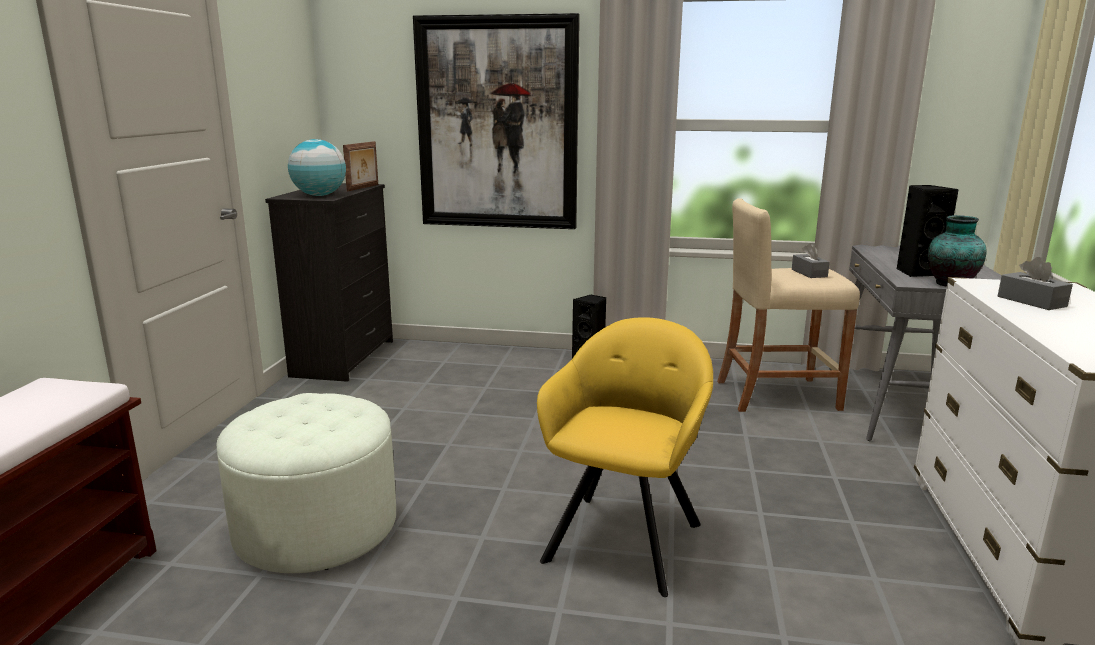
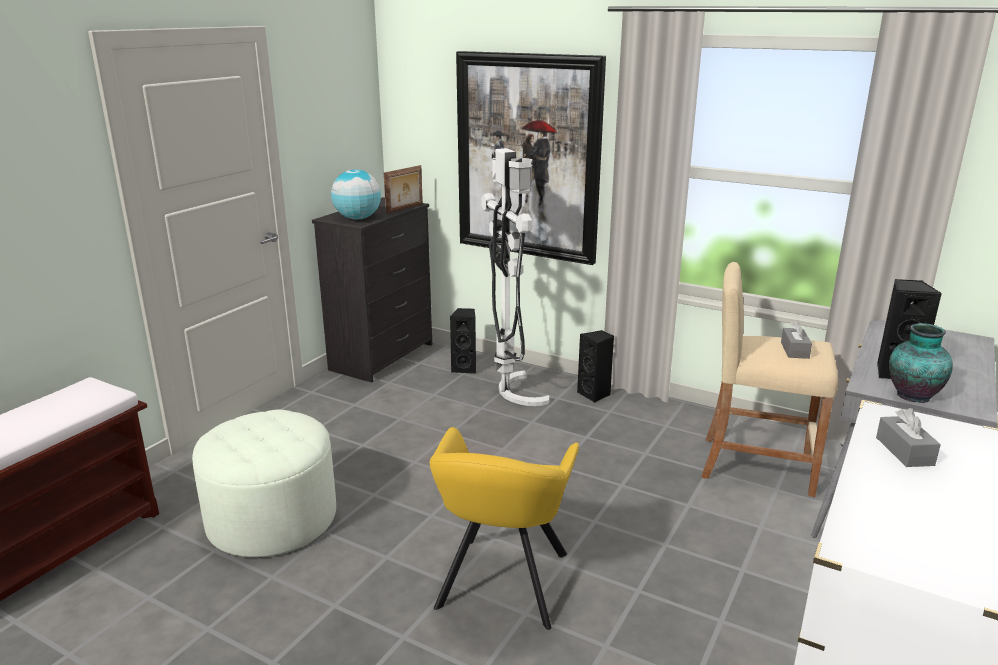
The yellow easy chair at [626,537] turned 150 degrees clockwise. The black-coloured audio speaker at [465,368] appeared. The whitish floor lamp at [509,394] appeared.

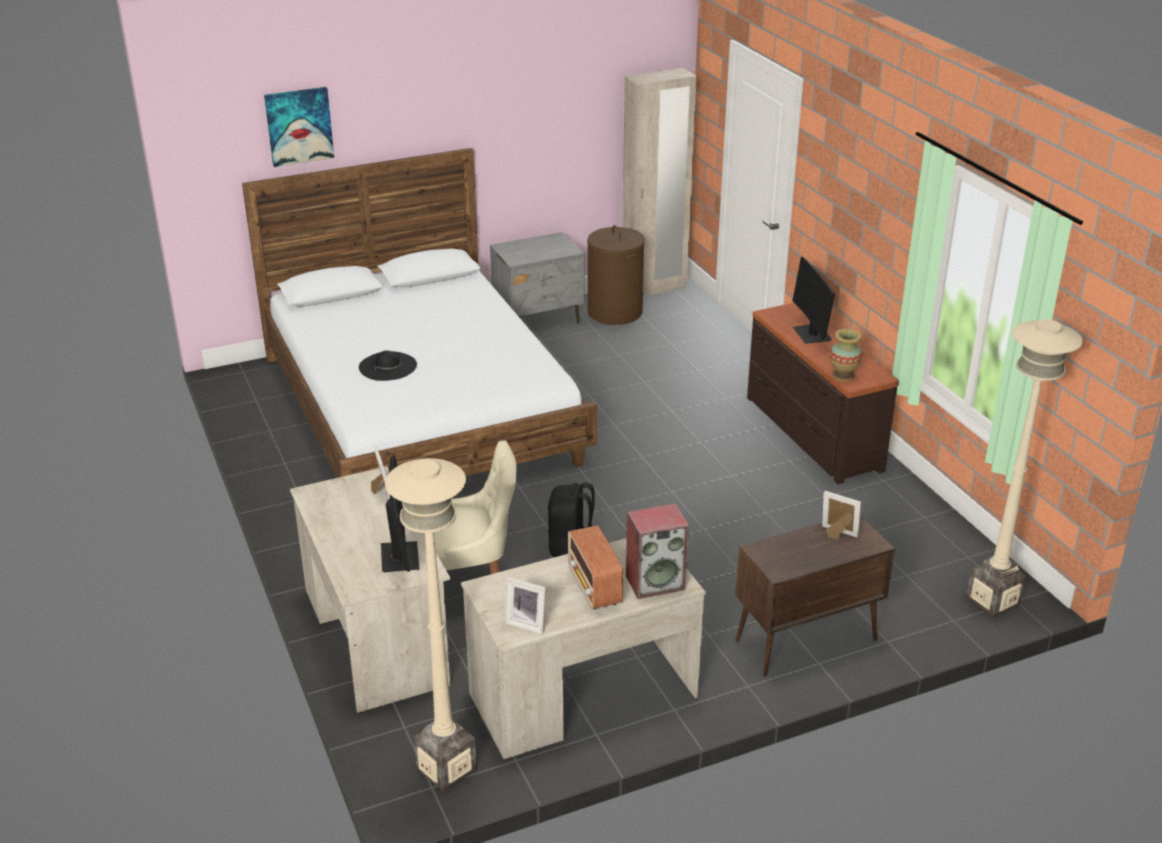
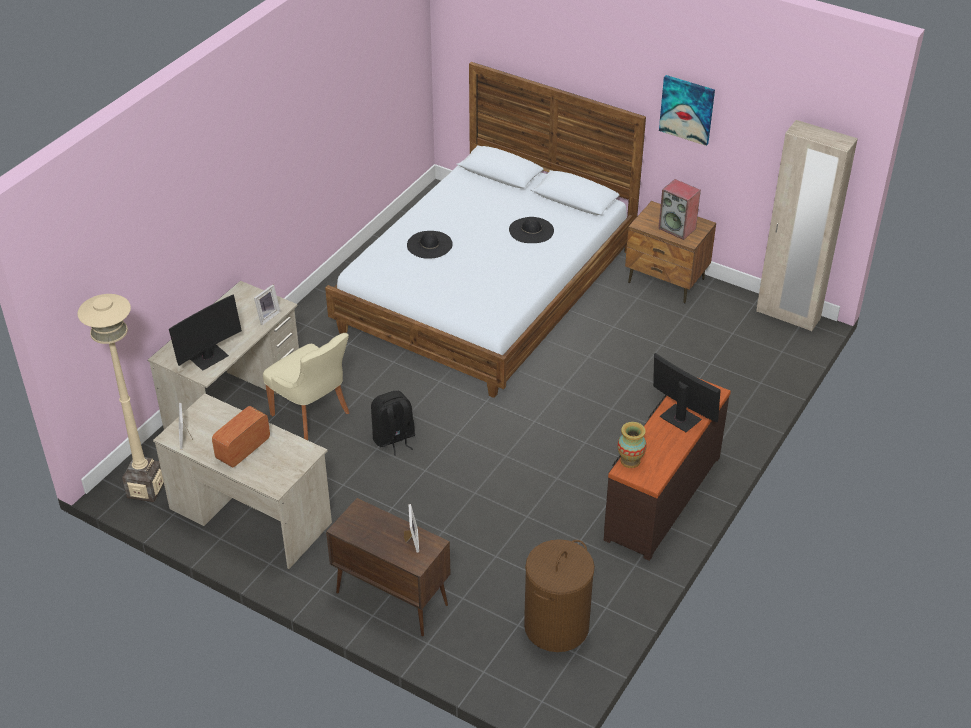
The wall art moved from [299,126] to [687,109]. The greyish bedside table at [538,319] became the brown-coloured bedside table at [666,281]. The brown-coloured washing basket moved from [615,312] to [556,627]. The audio speaker moved from [655,582] to [677,228]. The monitor at [812,334] turned 90 degrees clockwise. The sand-coloured floor lamp at [992,601] disappeared. The black-coloured clothing hat at [531,230] appeared.

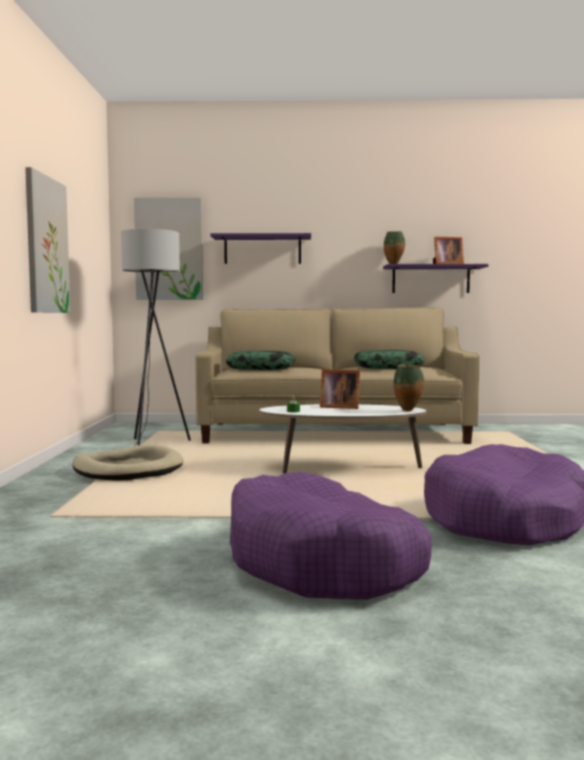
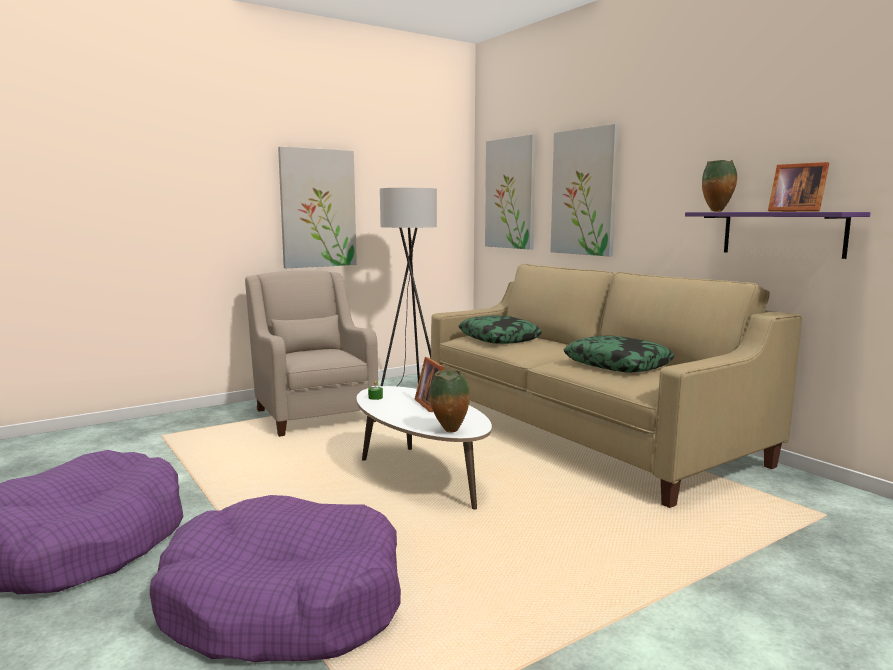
The sand-coloured dog bed at [128,469] was replaced by the sand-coloured easy chair at [313,414]. The purple shelf at [262,250] was replaced by the wall art at [584,192].

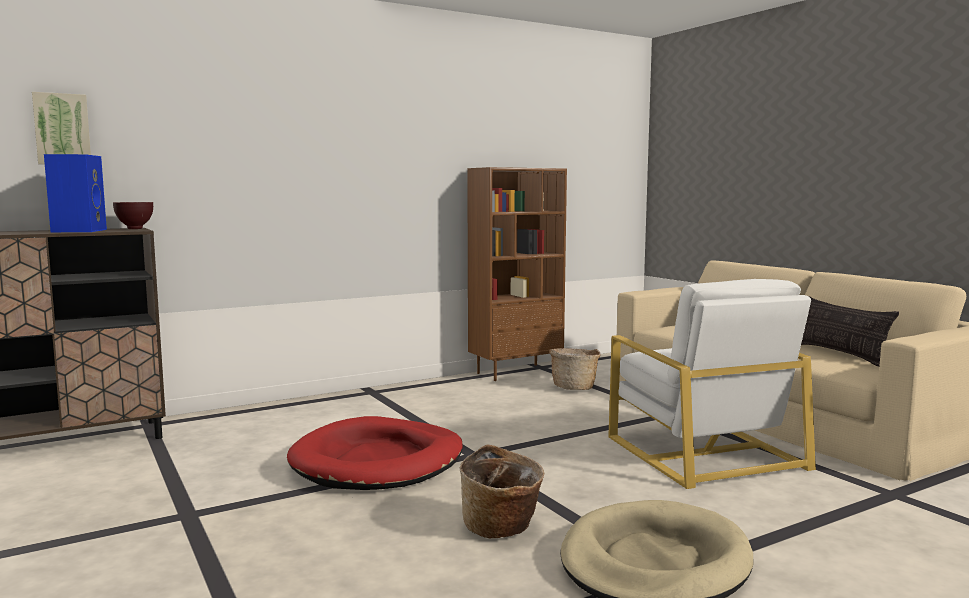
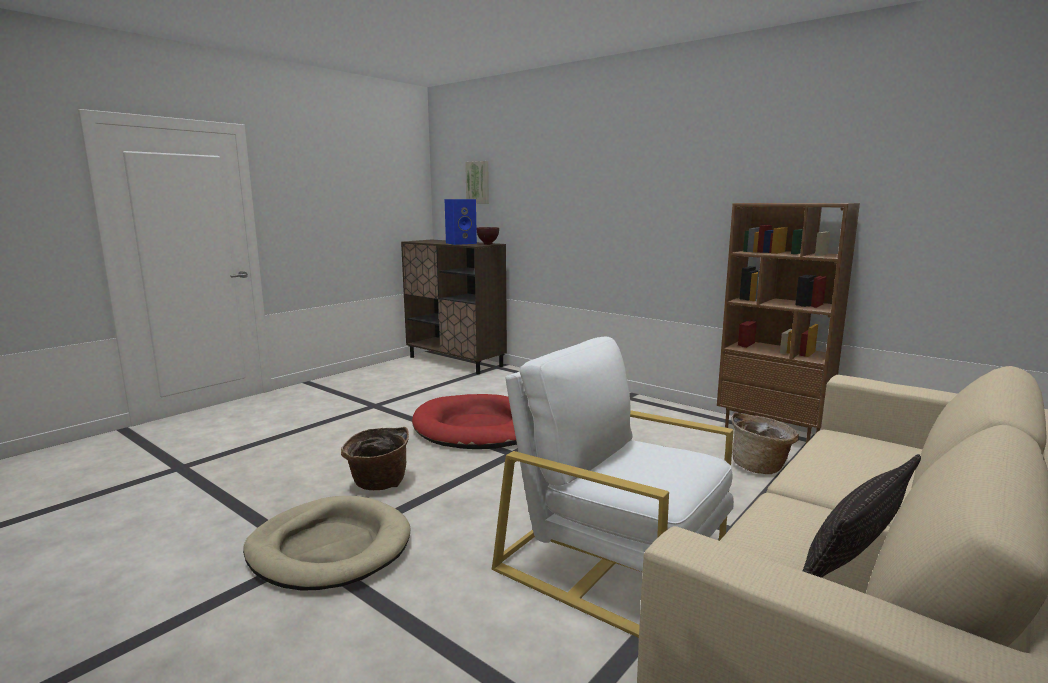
The whitish easy chair at [704,451] turned 75 degrees clockwise.

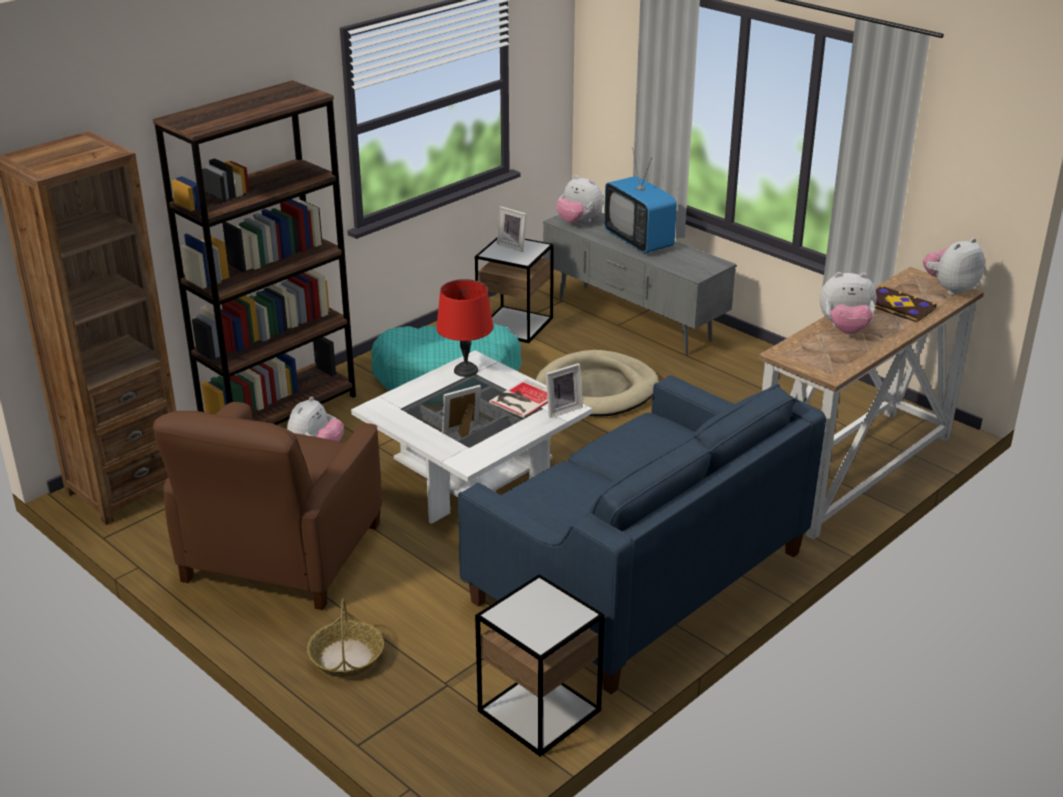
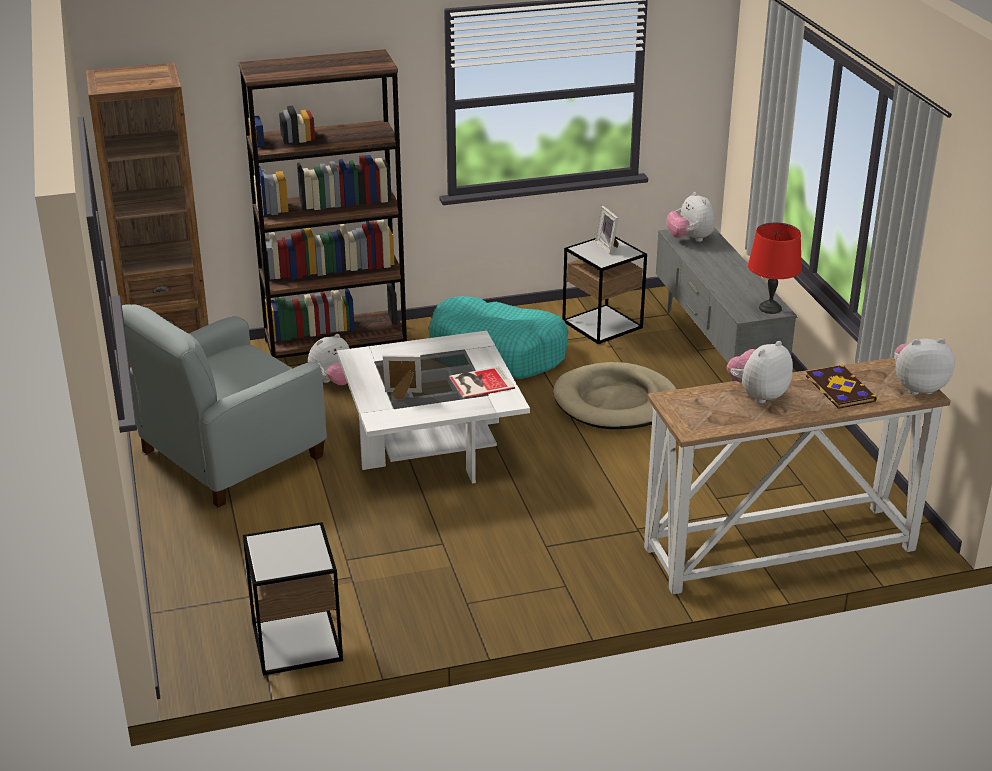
The brown-coloured easy chair at [281,554] became the greyish easy chair at [229,455]. The storage basket at [346,657] disappeared. The red tabletop lamp moved from [466,370] to [770,308]. The bluish settee at [638,577] disappeared. The picture frame at [562,409] disappeared. The TV set at [639,241] disappeared. The cuddly toy at [845,329] turned 105 degrees clockwise.

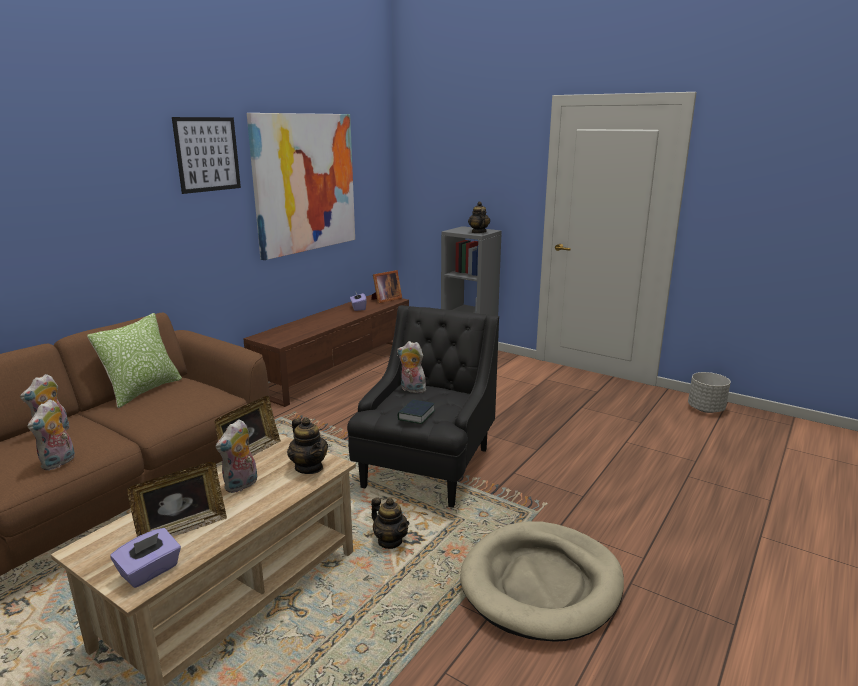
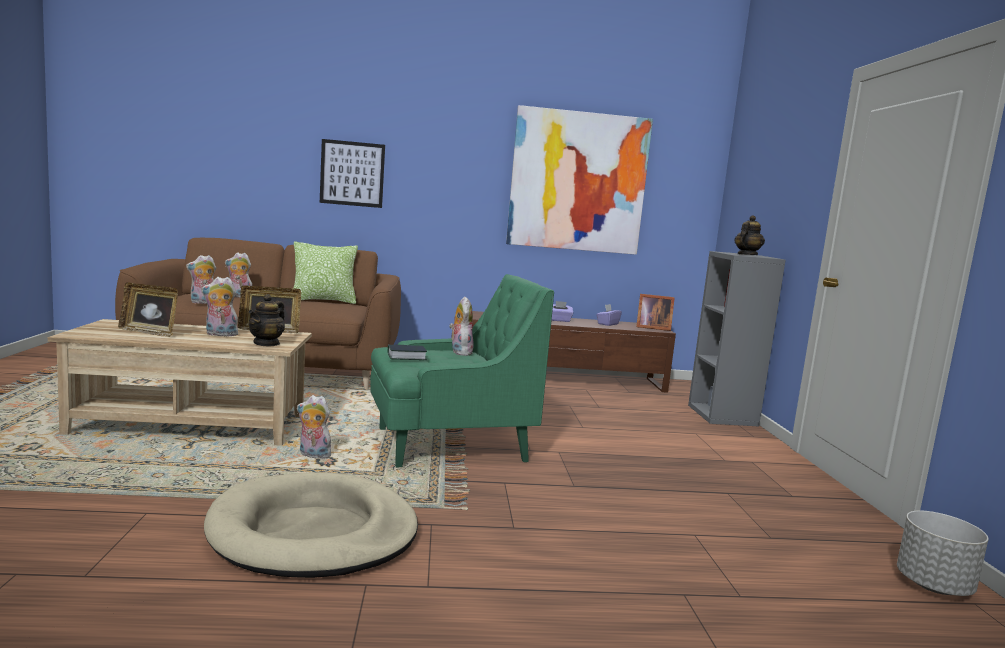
The purple tissue holder moved from [150,571] to [559,320]. The wall art moved from [207,154] to [352,173]. The black-coloured easy chair at [426,469] became the green easy chair at [448,445]. The tea pot at [390,541] was replaced by the cuddly toy at [313,455].

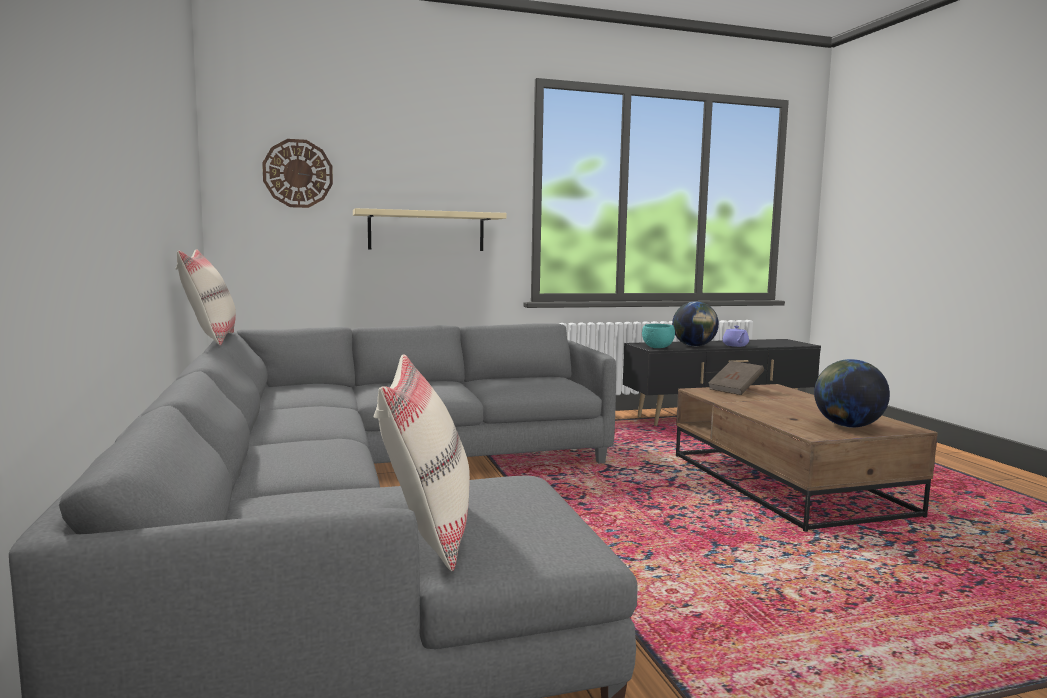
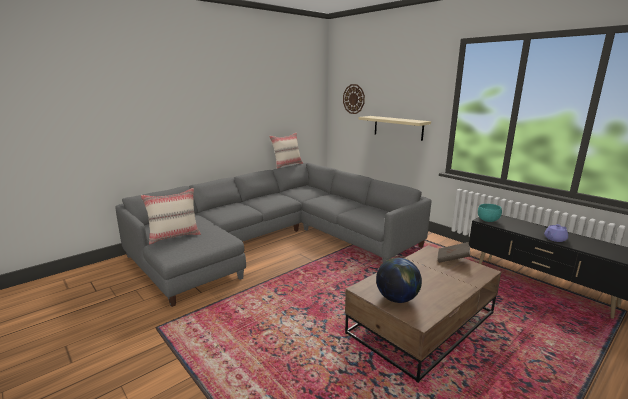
The globe at [694,346] disappeared.

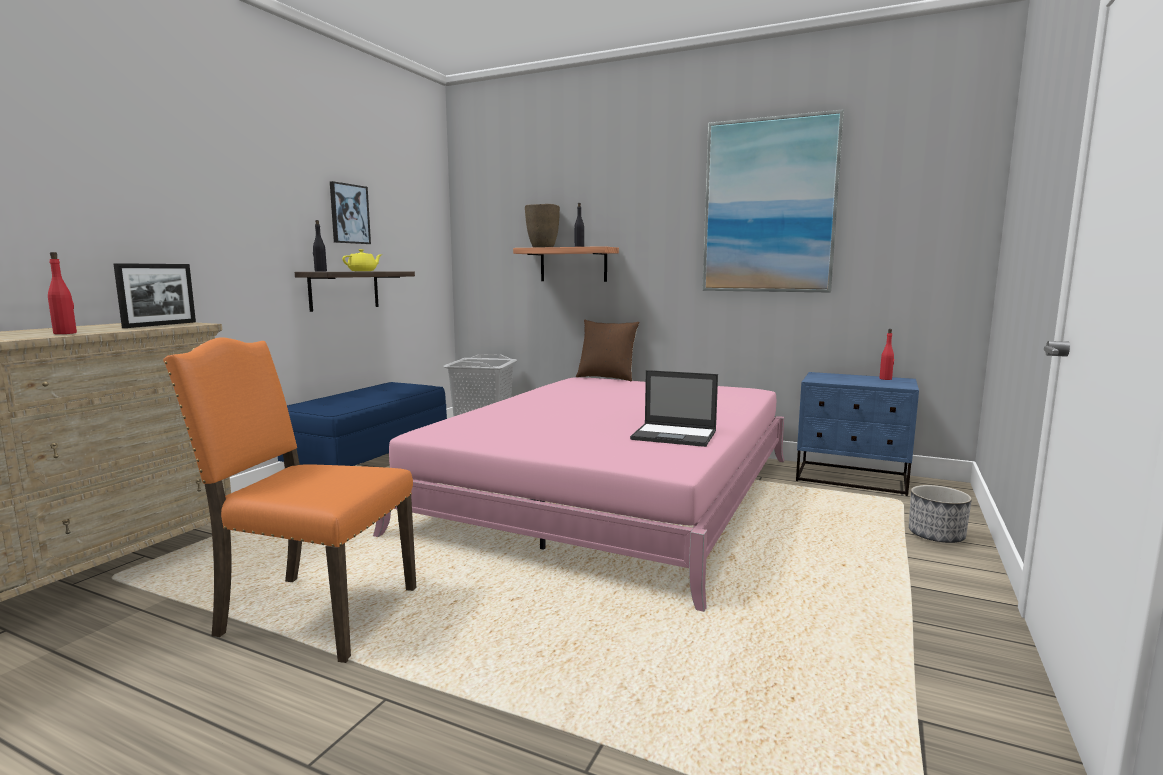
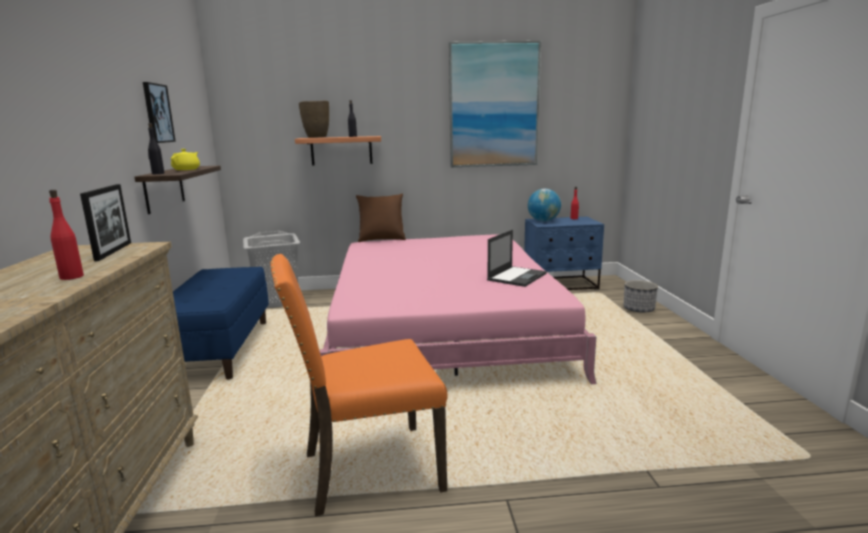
The laptop at [675,435] turned 45 degrees counterclockwise. The globe at [543,221] appeared.

